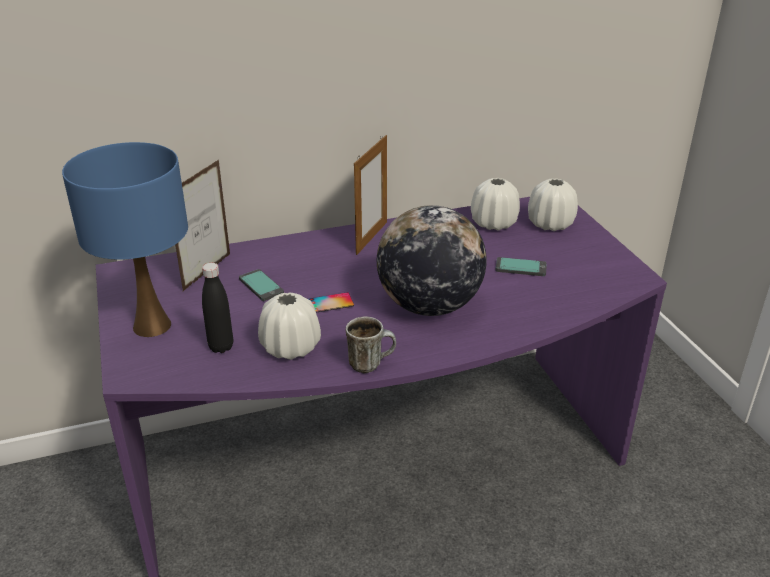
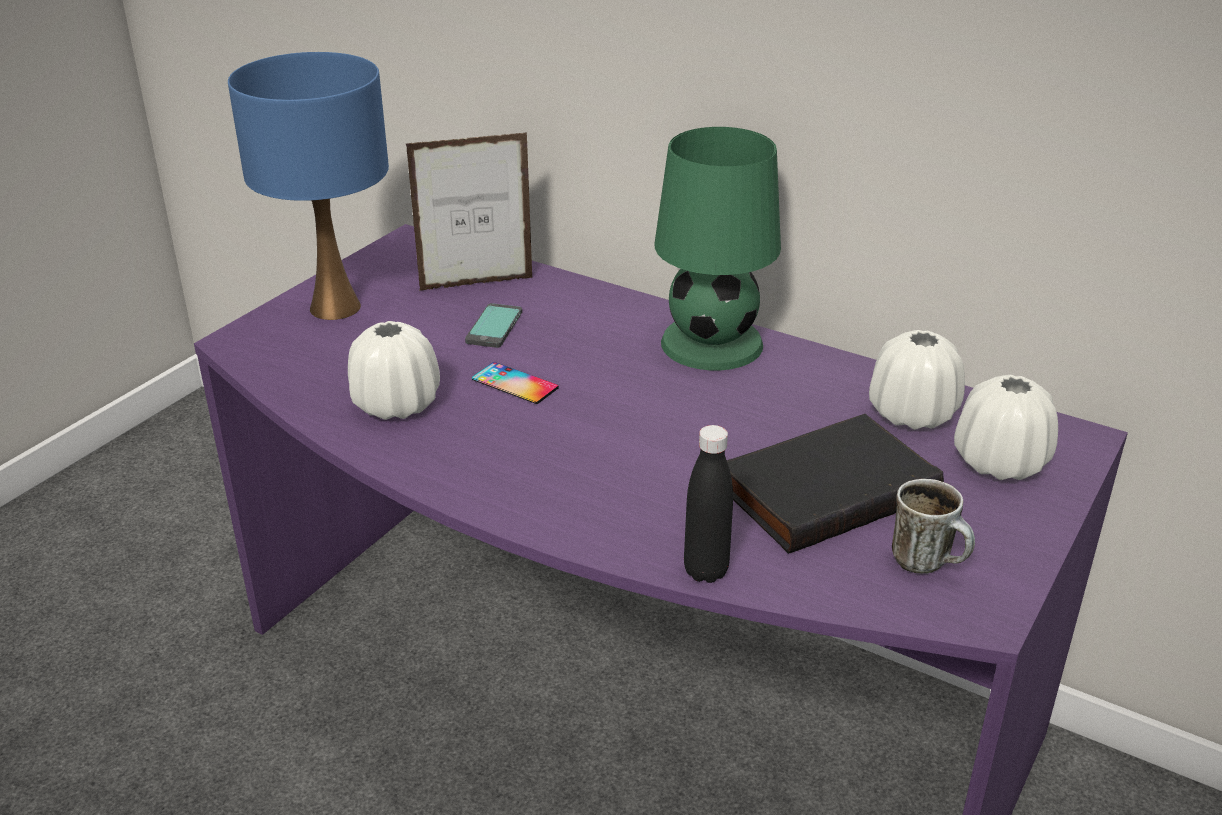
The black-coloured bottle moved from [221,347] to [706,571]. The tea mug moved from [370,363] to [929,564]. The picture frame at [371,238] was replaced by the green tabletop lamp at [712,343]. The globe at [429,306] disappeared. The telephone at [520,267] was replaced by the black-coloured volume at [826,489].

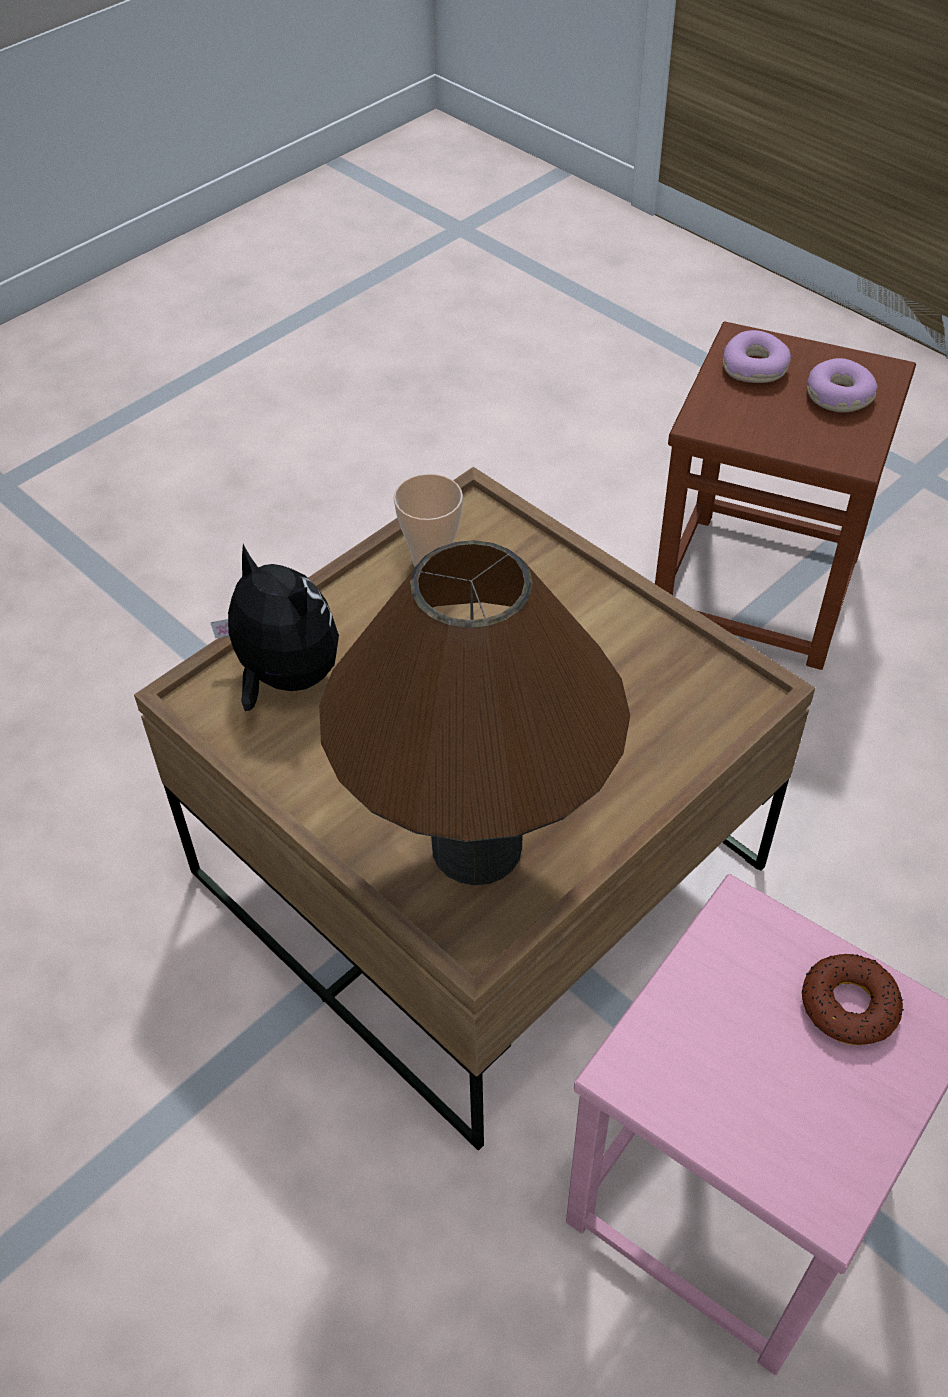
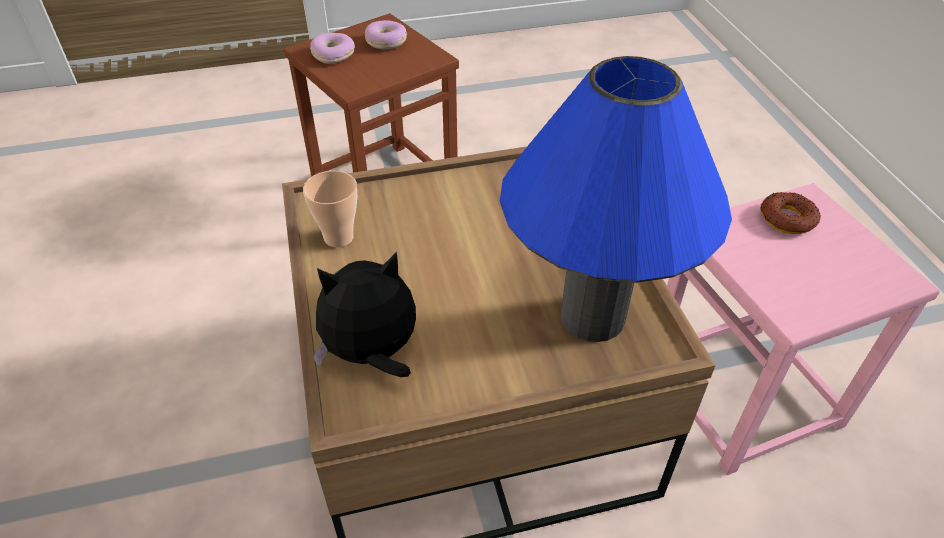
The brown-coloured tabletop lamp at [476,846] became the bluish tabletop lamp at [592,317].

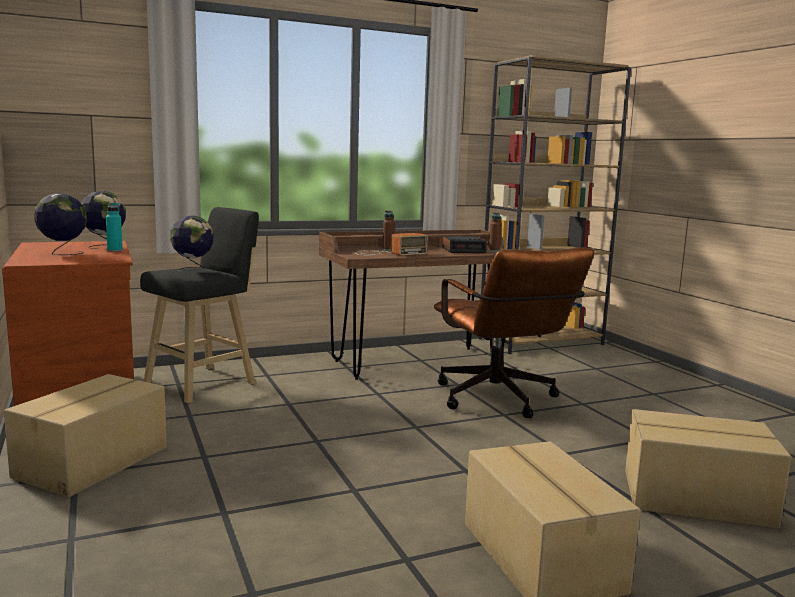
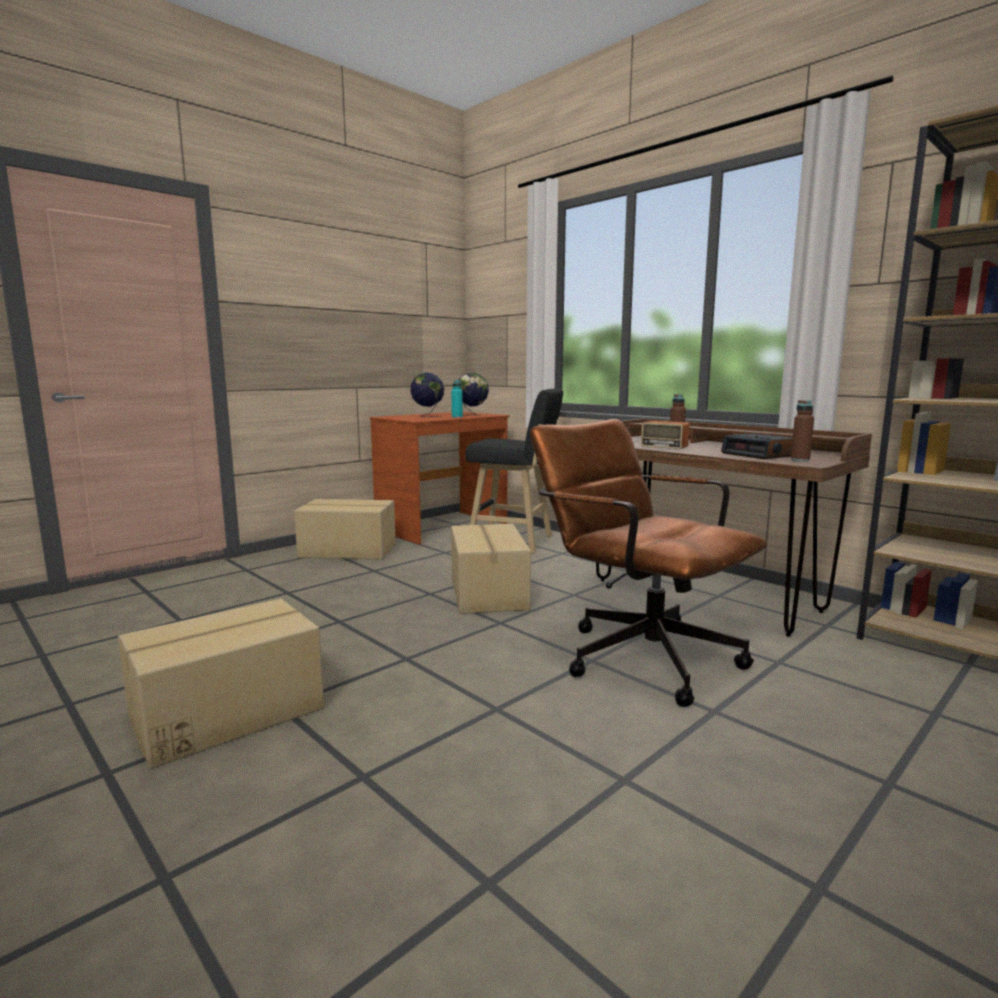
The globe at [193,269] disappeared. The brown-coloured desk chair at [500,401] turned 90 degrees clockwise. The packing box moved from [697,499] to [487,593].

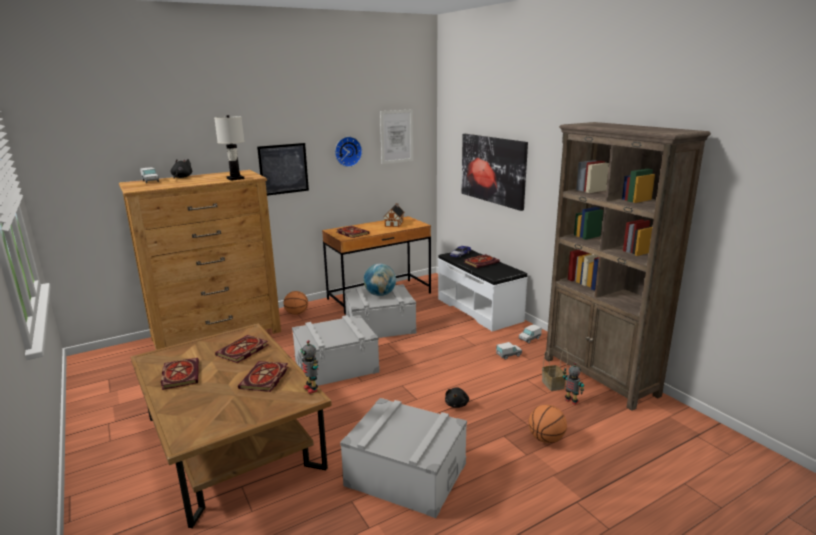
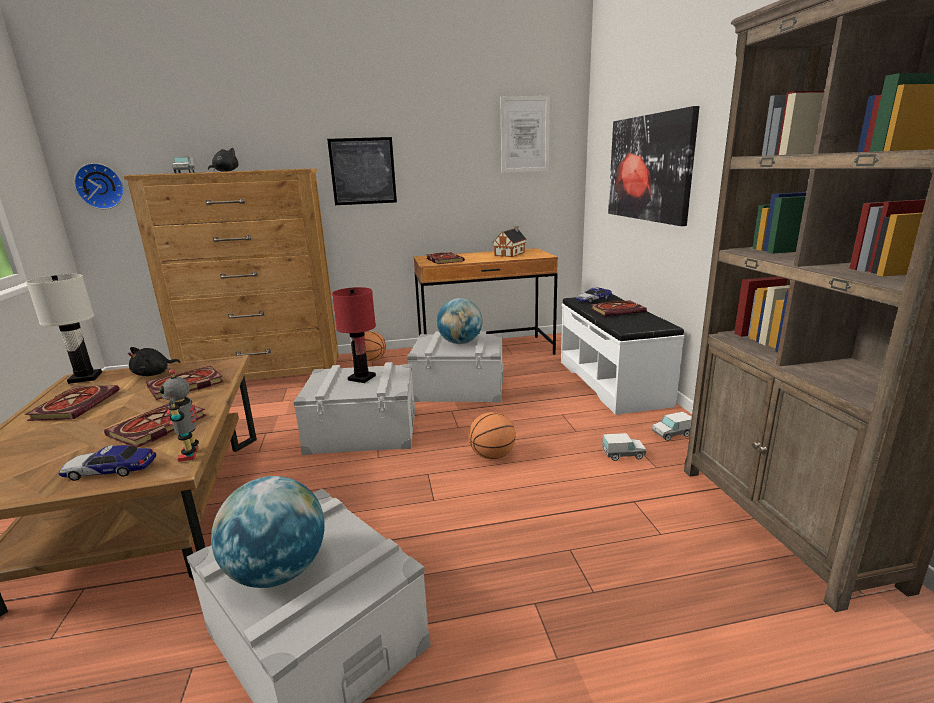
The whitish tabletop lamp moved from [235,178] to [86,377]. The clock on the wall moved from [347,151] to [101,186]. The black-coloured cuddly toy moved from [457,404] to [154,374]. The basketball ball moved from [546,439] to [492,456]. The storage basket at [553,385] disappeared. The model robot at [571,401] disappeared. The toy car at [110,470] appeared. The globe at [278,571] appeared. The red tabletop lamp at [361,378] appeared.

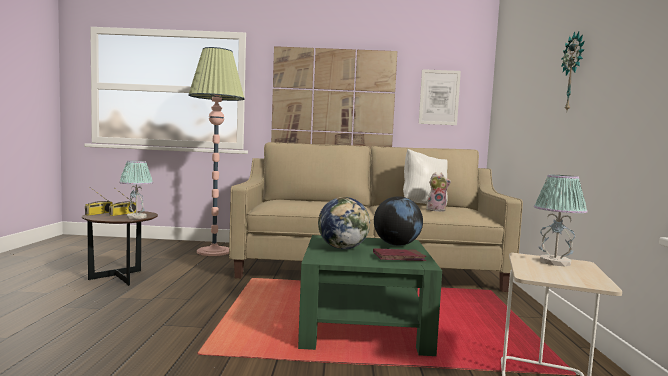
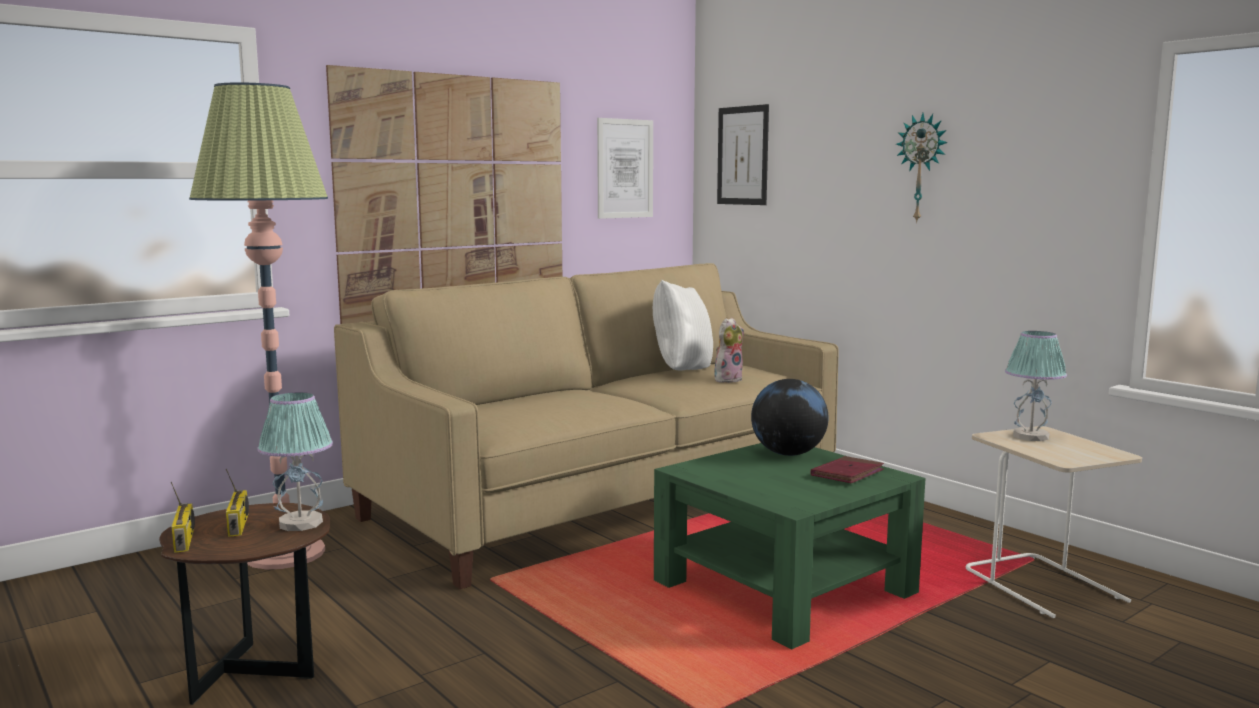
The globe at [343,248] disappeared. The wall art at [742,155] appeared.

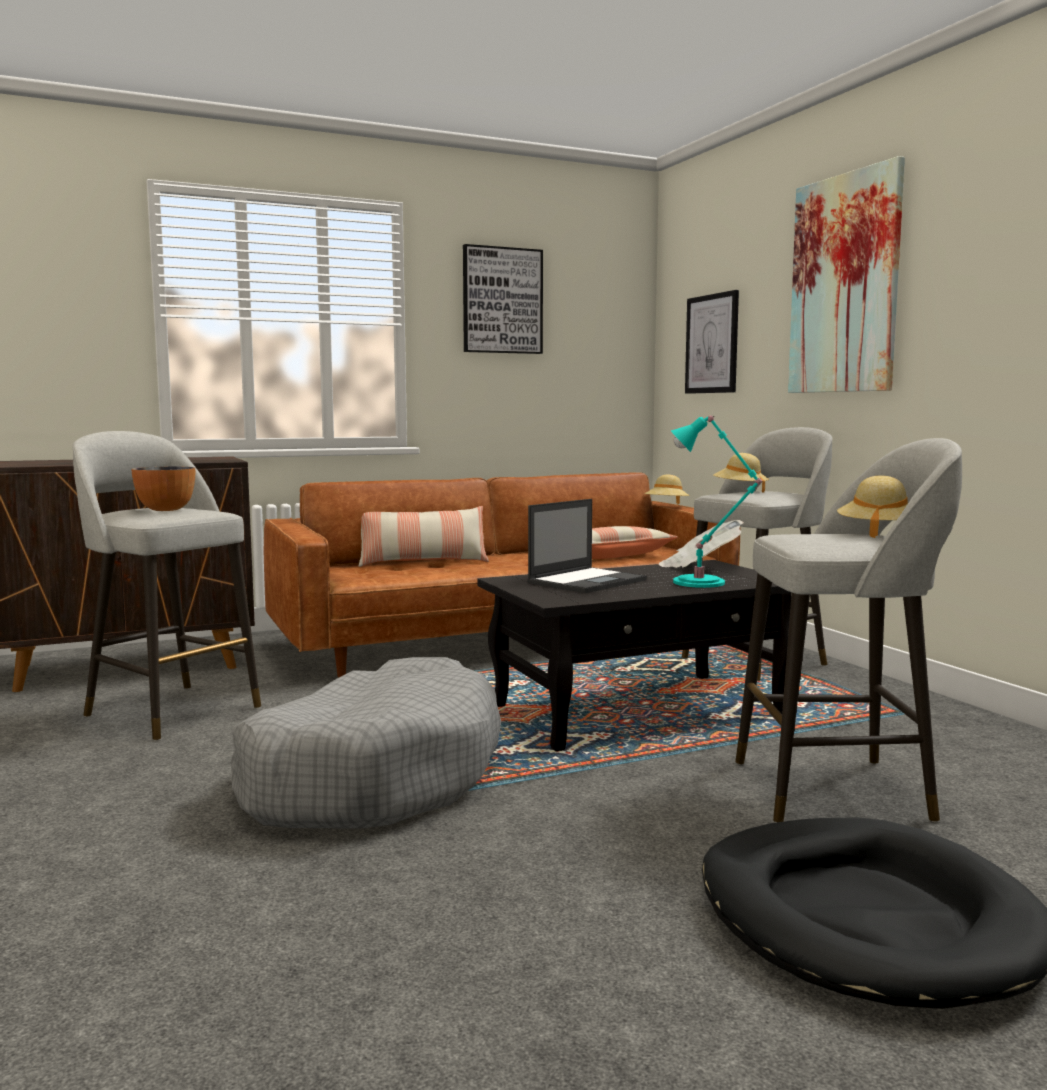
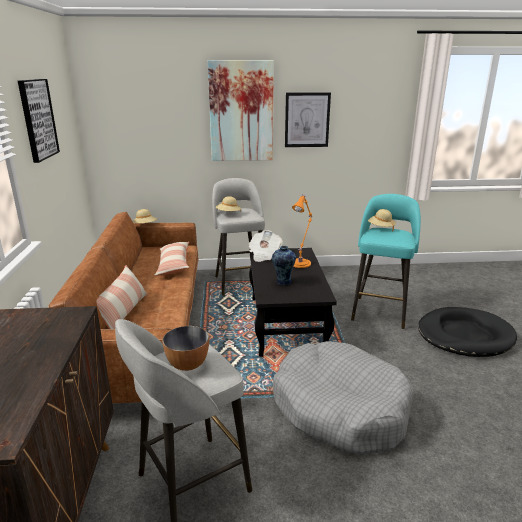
The laptop at [587,581] was replaced by the flower vase at [283,282]. The blue-green tabletop lamp at [703,583] became the orangey tabletop lamp at [301,263]. The wall art moved from [712,344] to [307,120]. The greyish stool at [837,790] became the blue-green stool at [380,311].

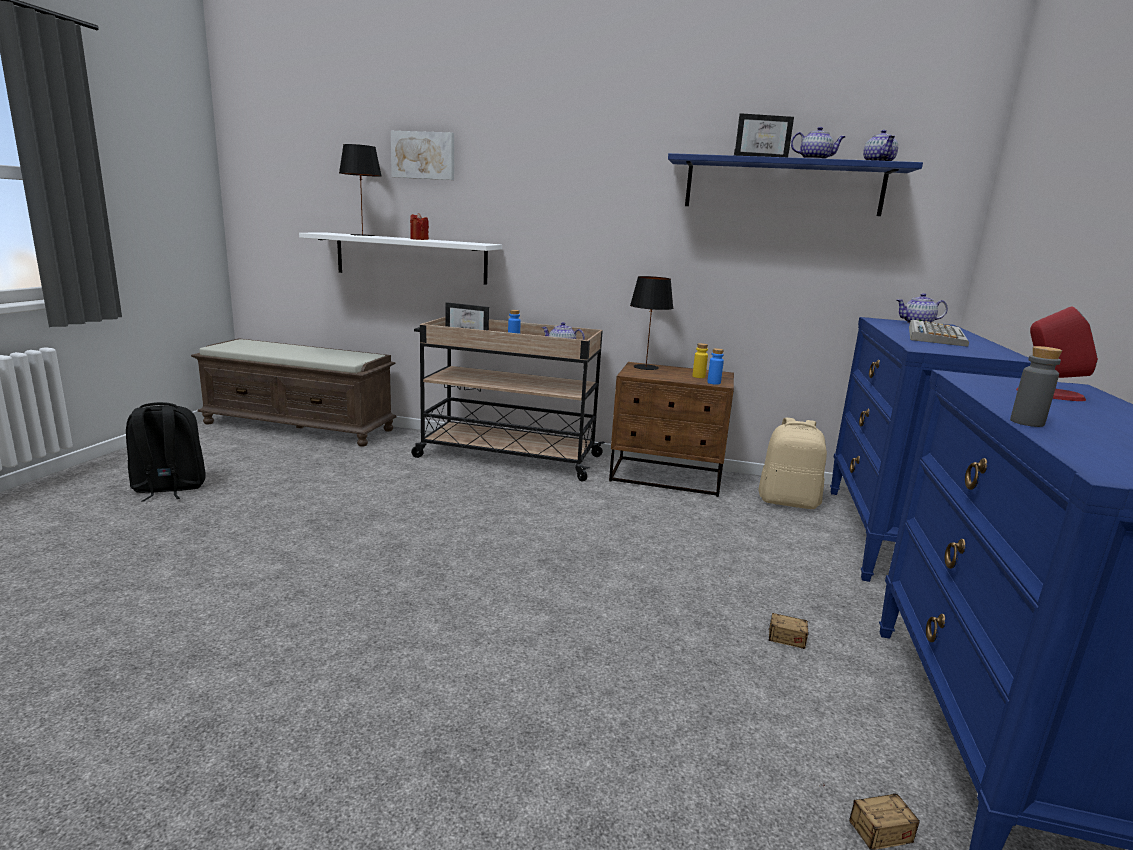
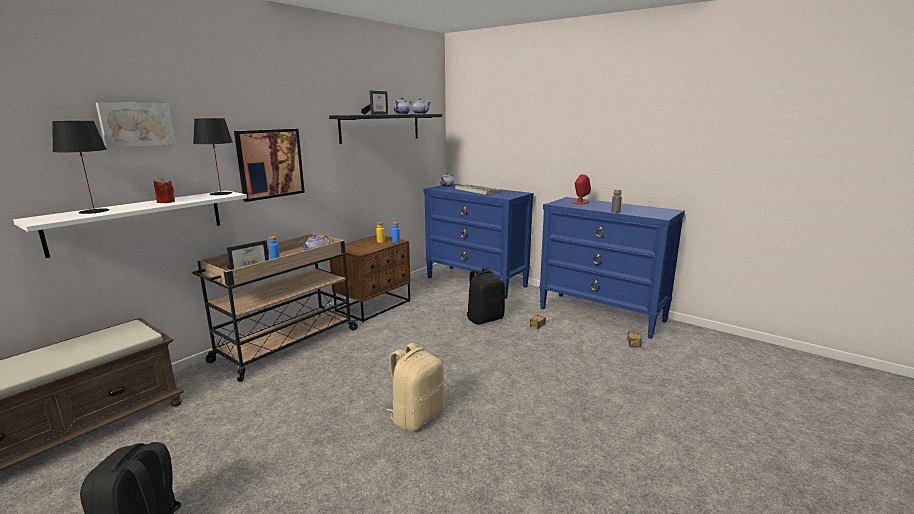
The black-coloured tabletop lamp moved from [645,367] to [220,193]. The bluish shelf at [783,187] became the black-coloured shelf at [380,127]. The sand-coloured rucksack moved from [788,501] to [417,417]. The wall art at [270,163] appeared. The black-coloured rucksack at [485,319] appeared.

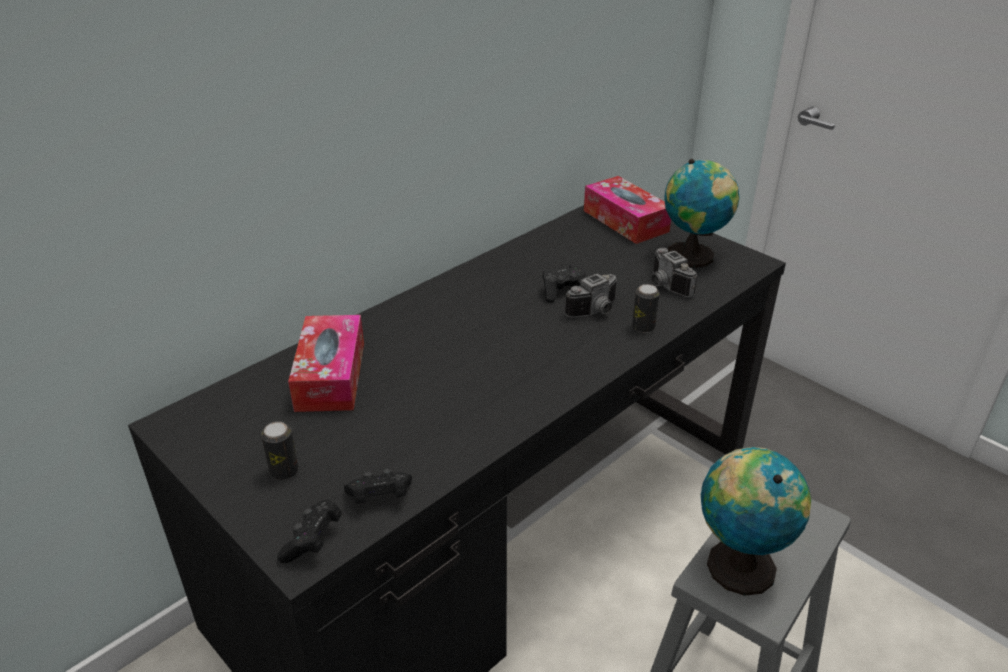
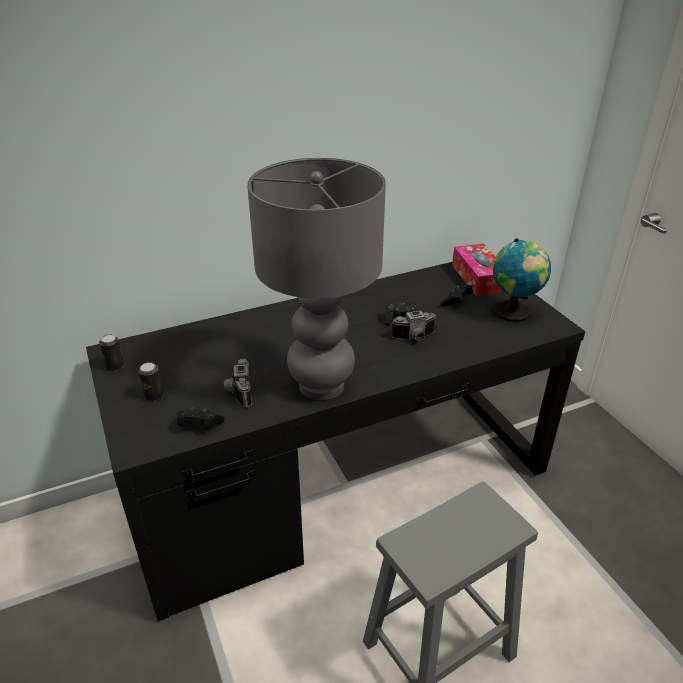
The black-coloured joypad moved from [312,541] to [456,302]. The tissue holder at [330,376] disappeared. The sealed can moved from [643,327] to [115,366]. The photo camera moved from [665,286] to [238,392]. The globe at [737,563] disappeared. The greyish tabletop lamp at [321,386] appeared.

